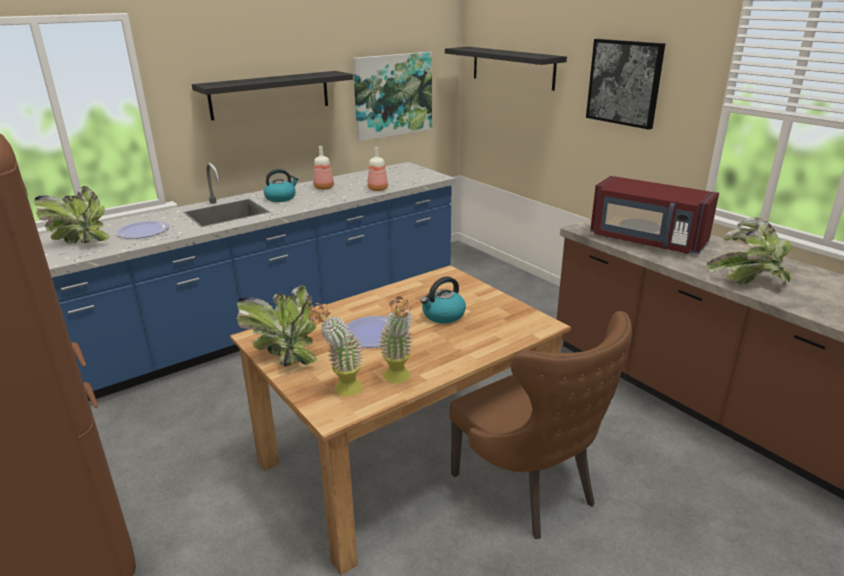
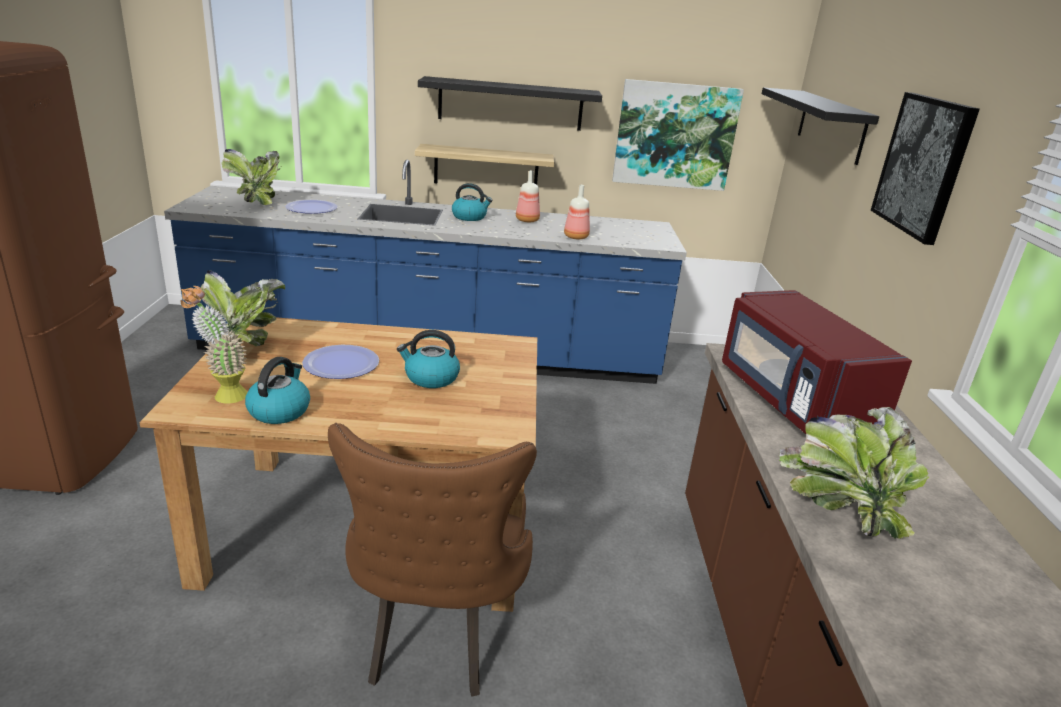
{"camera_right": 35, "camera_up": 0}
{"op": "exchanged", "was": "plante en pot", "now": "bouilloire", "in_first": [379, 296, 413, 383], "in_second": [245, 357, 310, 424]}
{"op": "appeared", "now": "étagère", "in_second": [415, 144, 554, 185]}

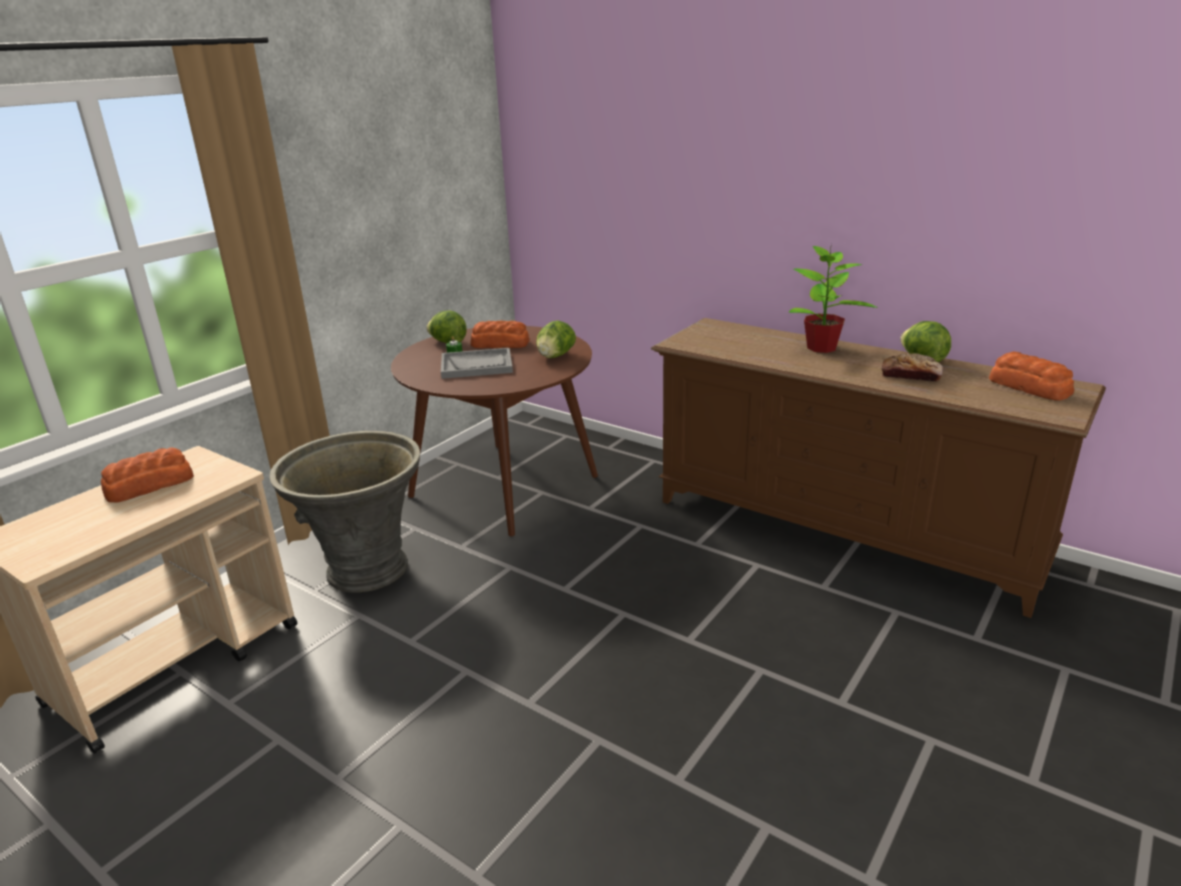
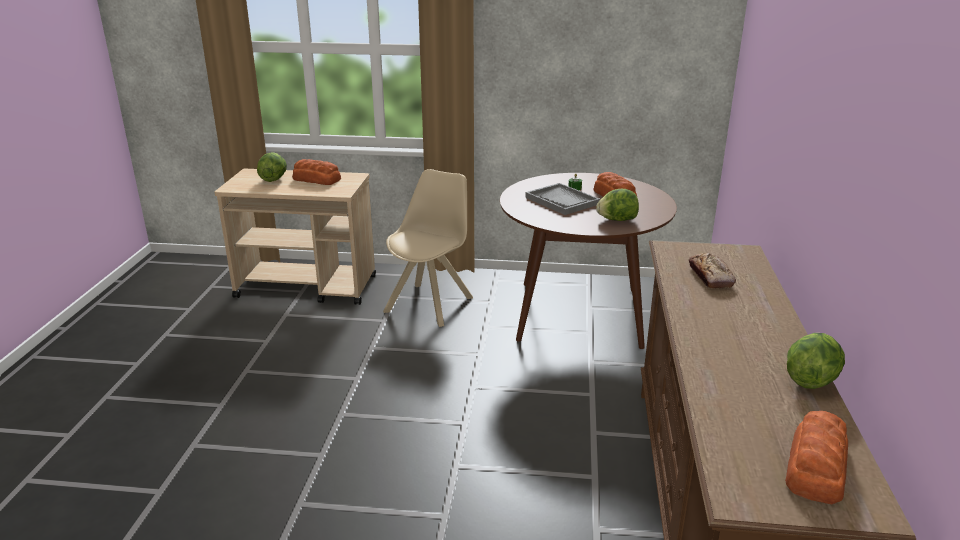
{"camera_right": 60, "camera_up": 0}
{"op": "exchanged", "was": "cache-pot/gris", "now": "chaise/beige", "in_first": [269, 431, 420, 593], "in_second": [383, 169, 473, 327]}
{"op": "relocated", "was": "laitue", "in_first": [426, 310, 467, 343], "in_second": [257, 152, 287, 182]}
{"op": "missing", "was": "plante en pot", "in_first": [789, 244, 878, 353]}
{"op": "relocated", "was": "pain", "in_first": [882, 353, 943, 382], "in_second": [689, 253, 736, 289]}

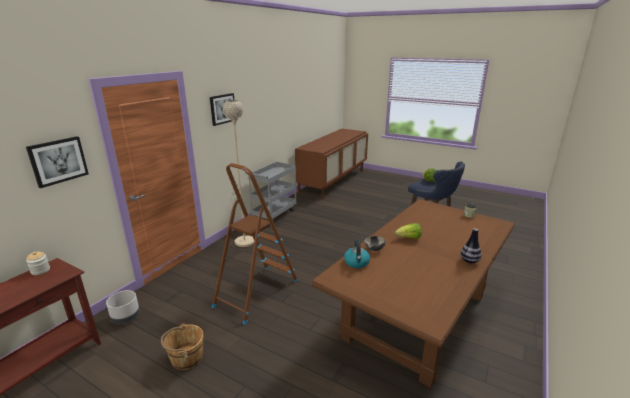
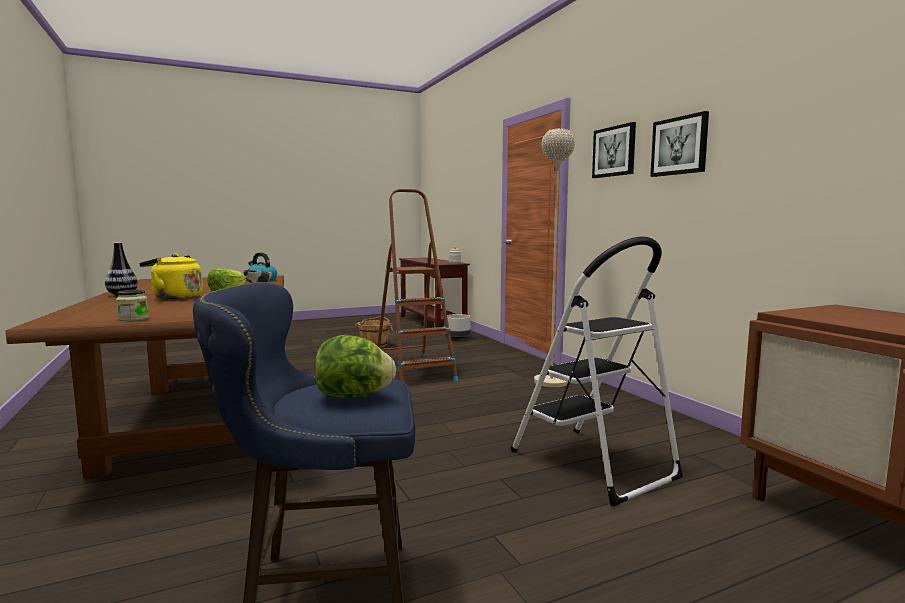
{"camera_right": 125, "camera_up": -15}
{"op": "relocated", "was": "tableau", "in_first": [26, 136, 89, 188], "in_second": [650, 111, 709, 177]}
{"op": "missing", "was": "chariot/gris", "in_first": [245, 162, 296, 219]}
{"op": "appeared", "now": "bouilloire/jaune", "in_second": [139, 253, 203, 300]}
{"op": "appeared", "now": "escabeau", "in_second": [511, 236, 683, 507]}

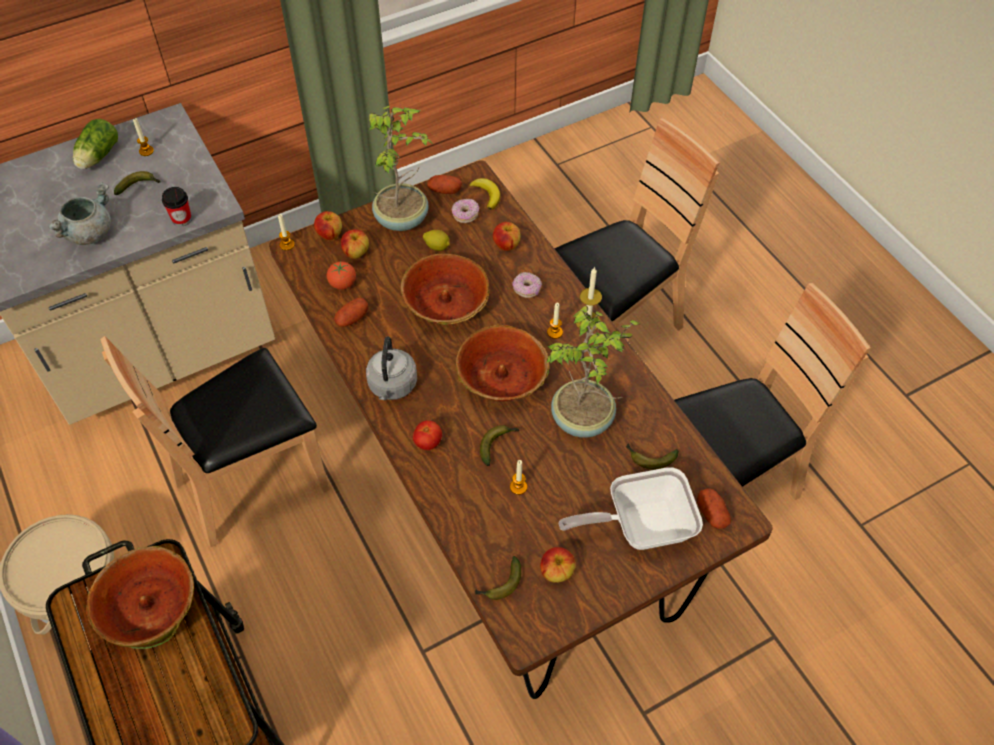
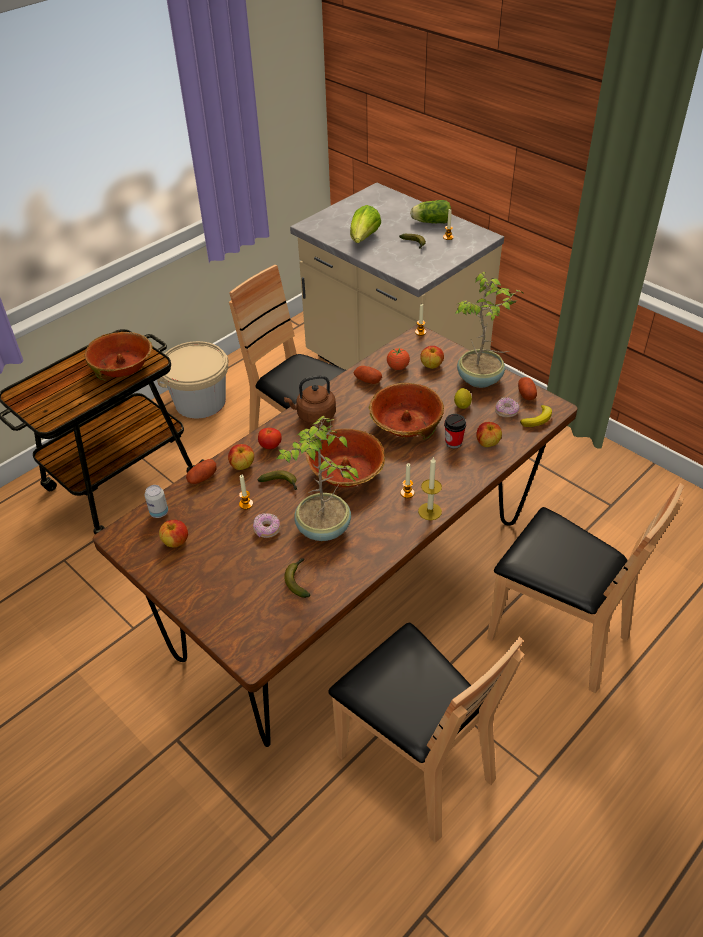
{"camera_right": 75, "camera_up": -10}
{"op": "exchanged", "was": "marmite/gris", "now": "laitue", "in_first": [48, 182, 111, 245], "in_second": [350, 205, 381, 243]}
{"op": "relocated", "was": "tasse", "in_first": [162, 187, 192, 227], "in_second": [444, 414, 466, 449]}
{"op": "relocated", "was": "pomme", "in_first": [314, 211, 342, 240], "in_second": [228, 444, 254, 470]}
{"op": "colour", "was": "bouilloire/gris", "now": "bouilloire/marron", "in_first": [366, 337, 417, 400], "in_second": [284, 375, 336, 424]}
{"op": "exchanged", "was": "banane", "now": "boîte métallique", "in_first": [475, 556, 521, 600], "in_second": [145, 485, 168, 518]}
{"op": "relocated", "was": "beignet", "in_first": [512, 272, 542, 298], "in_second": [253, 513, 280, 538]}
{"op": "missing", "was": "poêle", "in_first": [559, 467, 703, 550]}
{"op": "relocated", "was": "pomme de terre", "in_first": [697, 488, 731, 529], "in_second": [186, 459, 217, 484]}

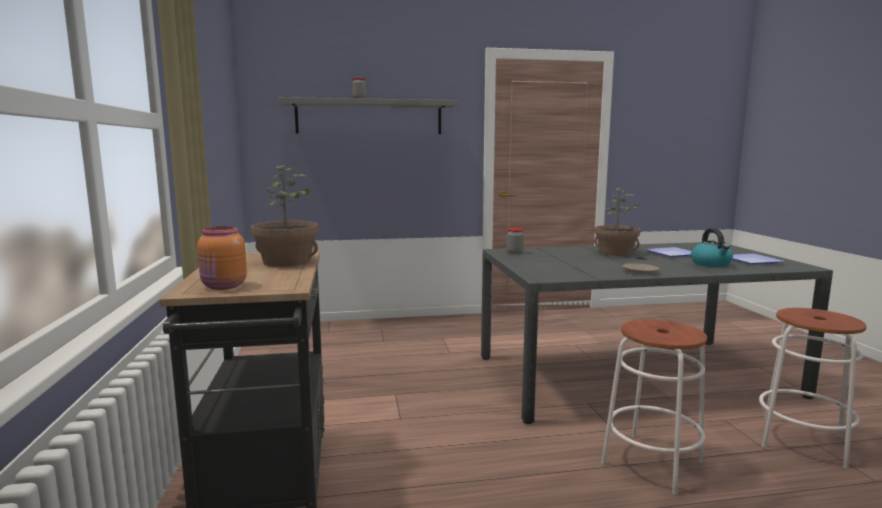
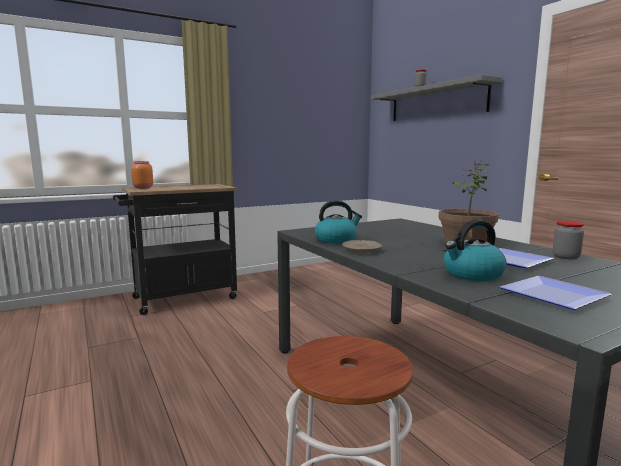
{"camera_right": 70, "camera_up": 0}
{"op": "missing", "was": "plante en pot", "in_first": [251, 164, 319, 267]}
{"op": "relocated", "was": "bocal", "in_first": [507, 228, 524, 254], "in_second": [553, 221, 584, 259]}
{"op": "missing", "was": "tabouret/blanc", "in_first": [601, 319, 707, 495]}
{"op": "appeared", "now": "bouilloire", "in_second": [315, 200, 362, 244]}

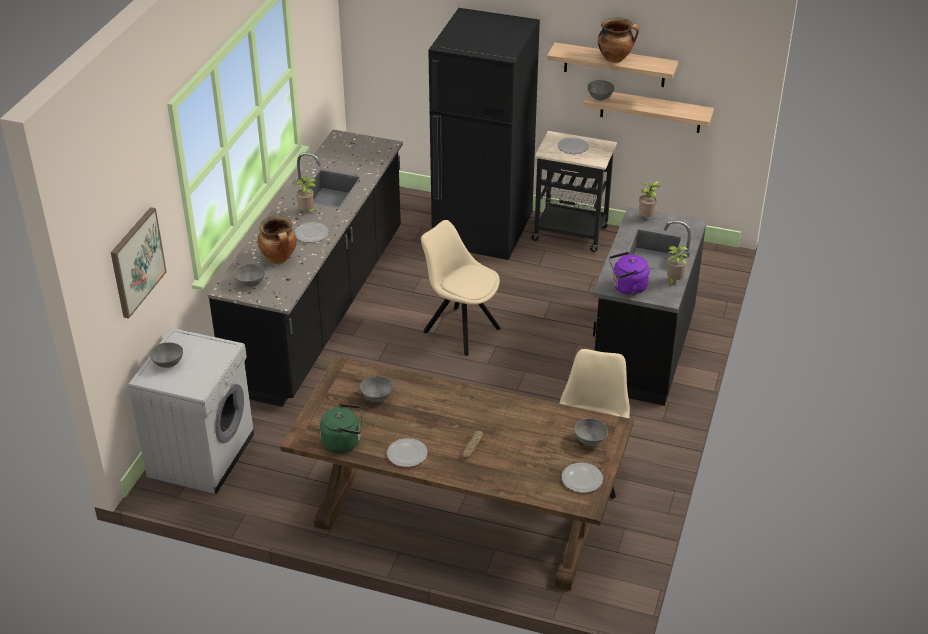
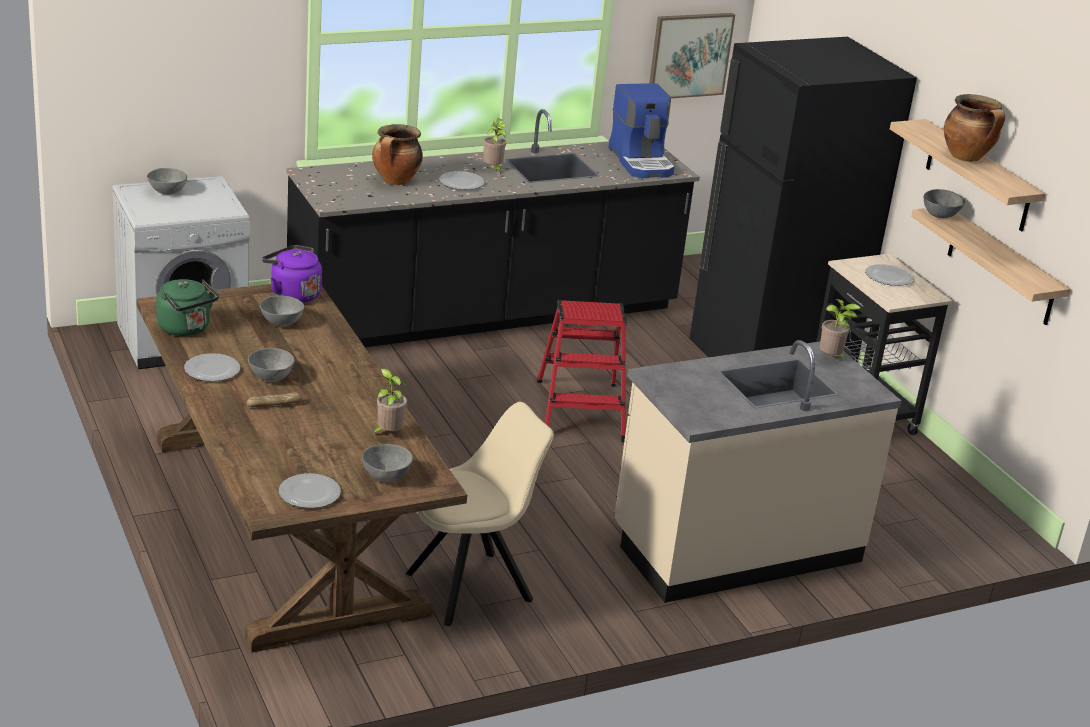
{"camera_right": 45, "camera_up": -10}
{"op": "relocated", "was": "tableau", "in_first": [111, 207, 167, 319], "in_second": [649, 13, 735, 99]}
{"op": "relocated", "was": "bol/gris", "in_first": [234, 264, 265, 287], "in_second": [248, 348, 295, 382]}
{"op": "exchanged", "was": "chaise/beige", "now": "escabeau/rouge", "in_first": [421, 220, 501, 356], "in_second": [537, 300, 627, 443]}
{"op": "colour", "was": "comptoir de cuisine/noir", "now": "comptoir de cuisine/beige", "in_first": [593, 207, 707, 406], "in_second": [614, 340, 901, 603]}
{"op": "relocated", "was": "bouilloire/violet", "in_first": [609, 252, 650, 295], "in_second": [262, 245, 322, 303]}
{"op": "relocated", "was": "plante en pot", "in_first": [667, 246, 688, 287], "in_second": [371, 369, 407, 434]}
{"op": "appeared", "now": "machine à café", "in_second": [608, 83, 675, 178]}

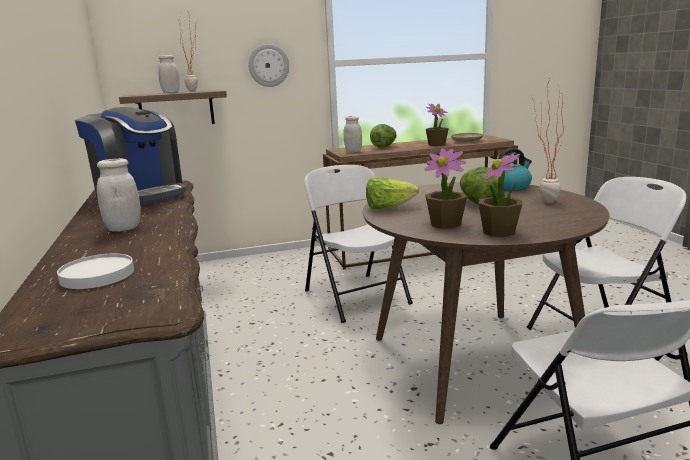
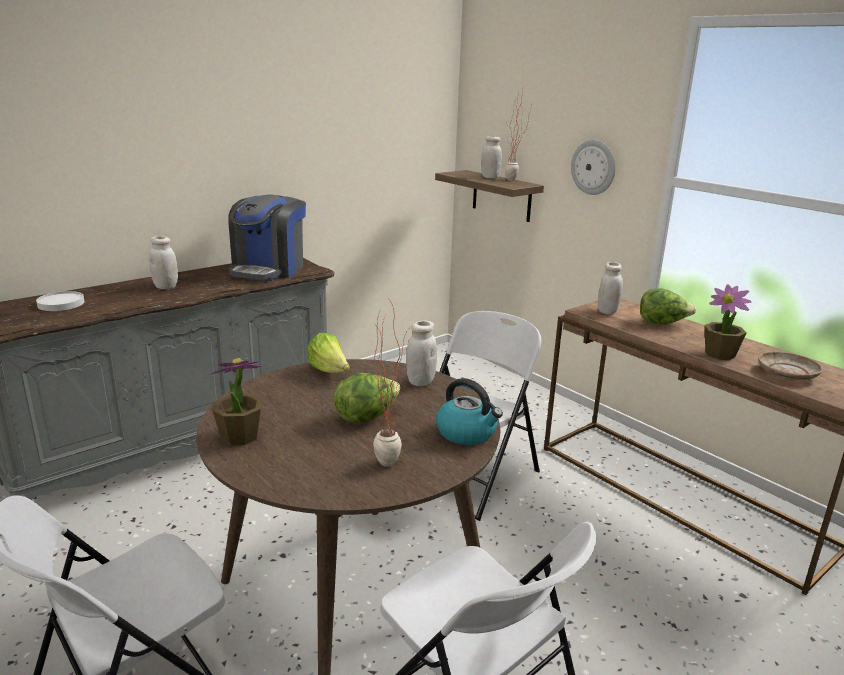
{"camera_right": 65, "camera_up": 5}
{"op": "missing", "was": "plante en pot", "in_first": [424, 148, 467, 229]}
{"op": "appeared", "now": "bocal/blanc", "in_second": [406, 321, 437, 386]}

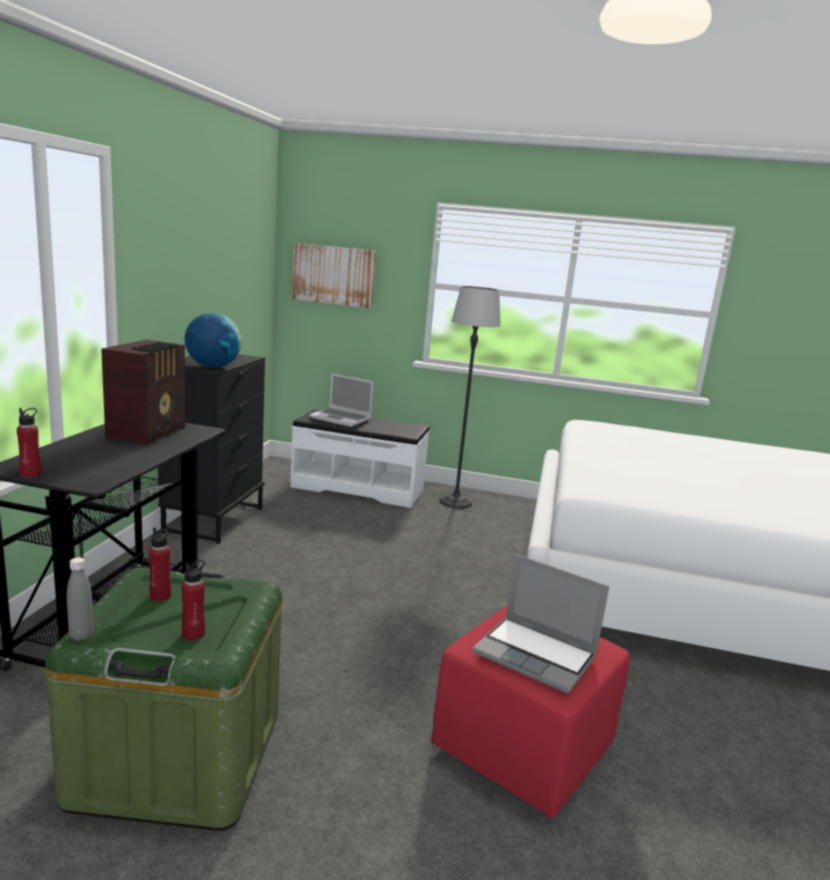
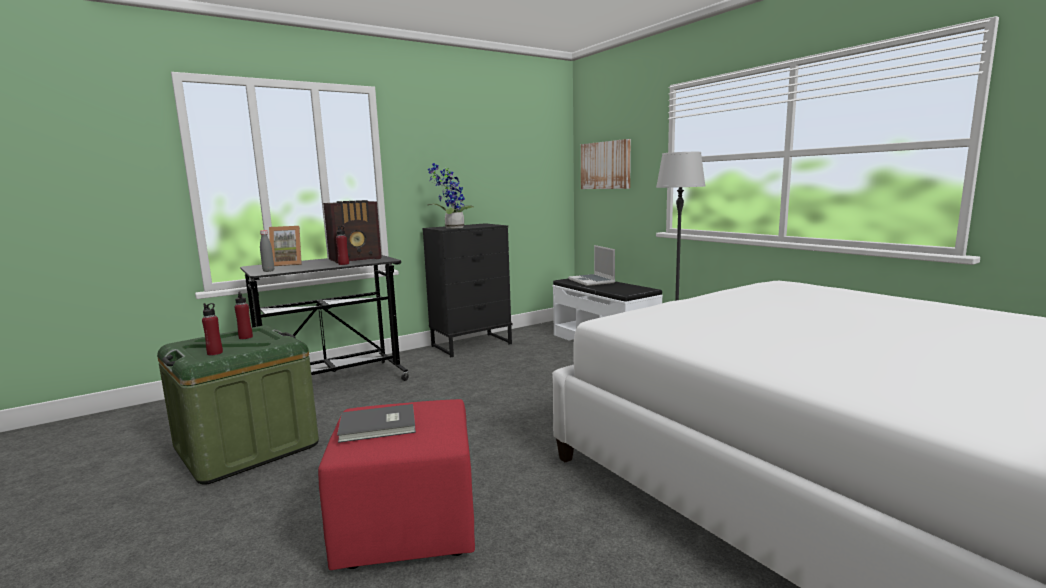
{"camera_right": 45, "camera_up": -5}
{"op": "relocated", "was": "bouteille/rouge", "in_first": [17, 408, 41, 478], "in_second": [336, 226, 349, 265]}
{"op": "relocated", "was": "bouteille/gris", "in_first": [67, 557, 94, 641], "in_second": [260, 230, 274, 272]}
{"op": "exchanged", "was": "globe", "now": "plante en pot", "in_first": [185, 313, 242, 368], "in_second": [428, 163, 474, 229]}
{"op": "exchanged", "was": "ordinateur portable", "now": "livre/gris", "in_first": [473, 554, 609, 693], "in_second": [337, 404, 416, 443]}
{"op": "appeared", "now": "cadre photo", "in_second": [269, 226, 302, 266]}

